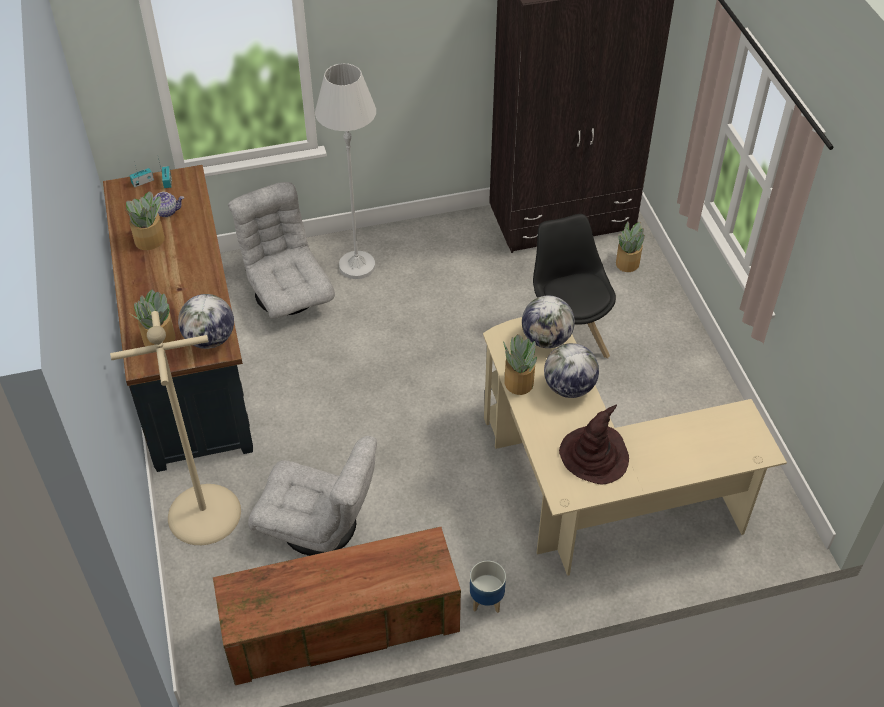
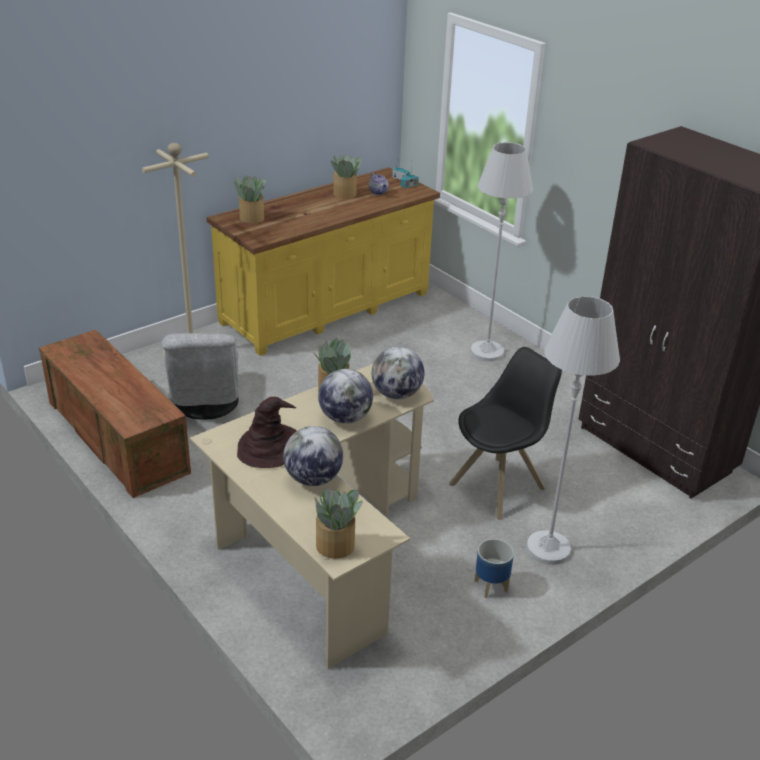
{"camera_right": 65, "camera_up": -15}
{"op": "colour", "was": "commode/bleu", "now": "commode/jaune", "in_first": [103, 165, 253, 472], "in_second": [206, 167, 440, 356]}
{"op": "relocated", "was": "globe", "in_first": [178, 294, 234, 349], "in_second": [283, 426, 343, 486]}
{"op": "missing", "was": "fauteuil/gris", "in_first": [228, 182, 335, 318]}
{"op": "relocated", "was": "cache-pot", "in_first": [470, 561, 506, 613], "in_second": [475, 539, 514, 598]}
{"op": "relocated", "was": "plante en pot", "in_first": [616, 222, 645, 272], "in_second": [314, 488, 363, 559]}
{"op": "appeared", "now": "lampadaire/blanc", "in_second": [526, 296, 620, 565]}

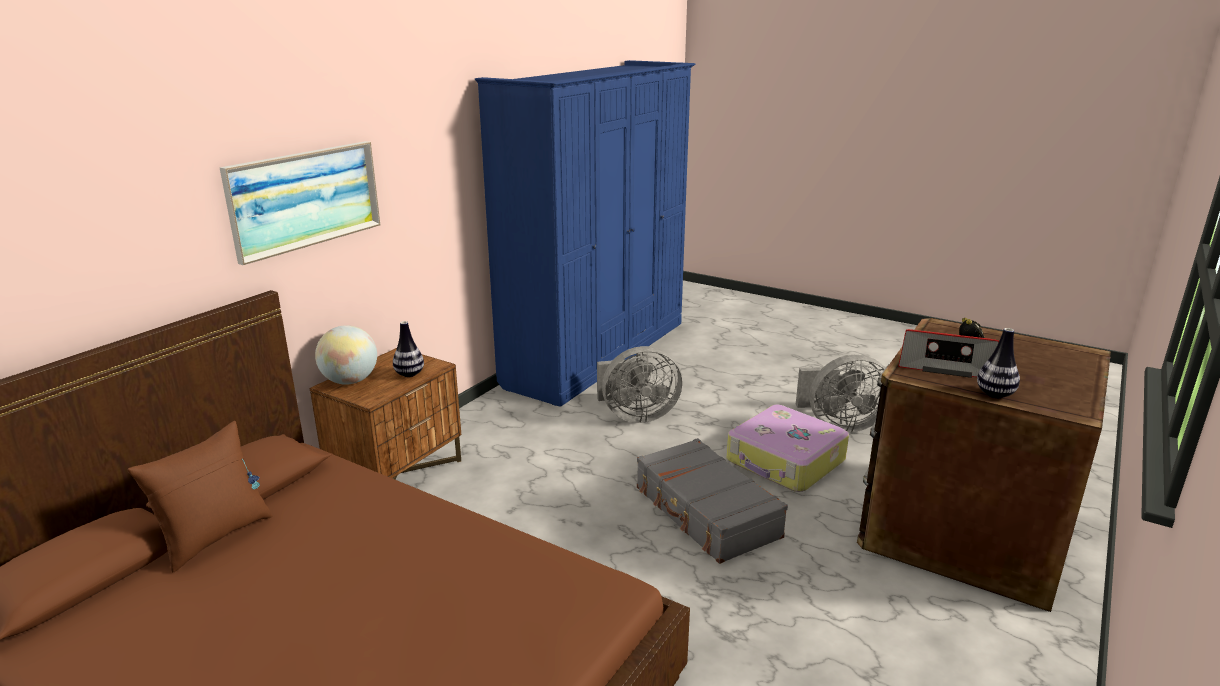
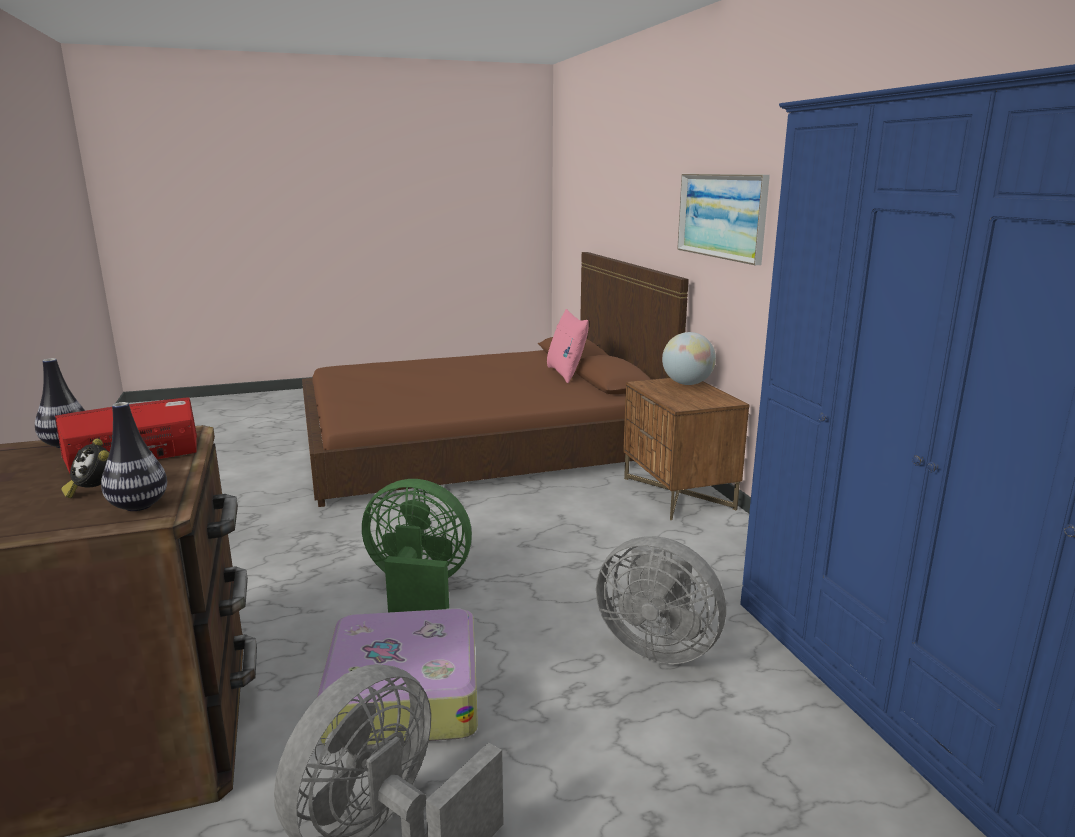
{"camera_right": 130, "camera_up": -5}
{"op": "colour", "was": "coussin/marron", "now": "coussin/rose", "in_first": [127, 421, 273, 572], "in_second": [547, 309, 589, 383]}
{"op": "relocated", "was": "vase", "in_first": [393, 321, 424, 377], "in_second": [101, 402, 167, 511]}
{"op": "spun", "was": "ventilateur/gris", "in_first": [597, 346, 682, 423], "in_second": [596, 536, 726, 664], "clockwise": -90}
{"op": "exchanged", "was": "valise/gris", "now": "ventilateur/vert", "in_first": [637, 438, 788, 564], "in_second": [362, 479, 472, 612]}

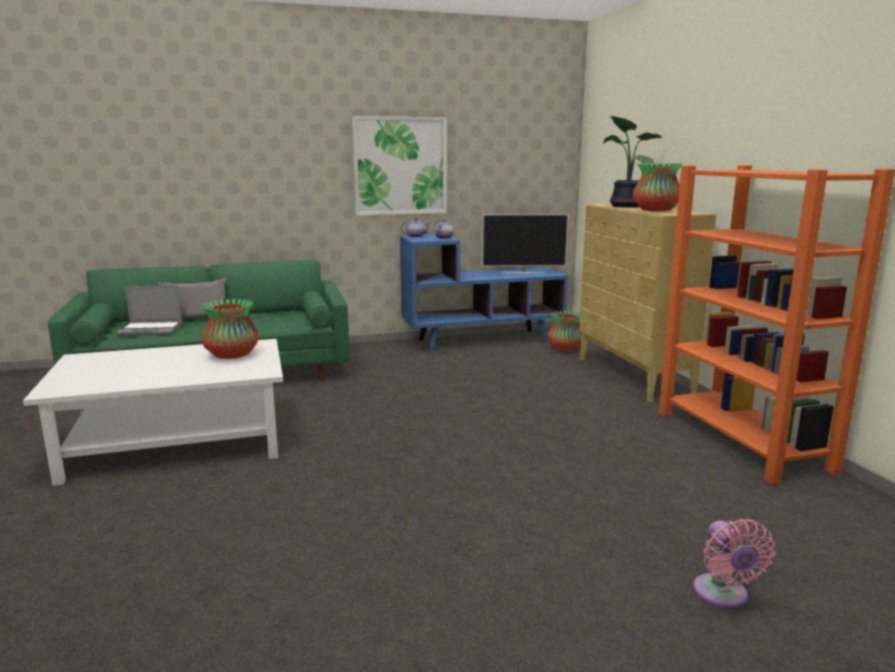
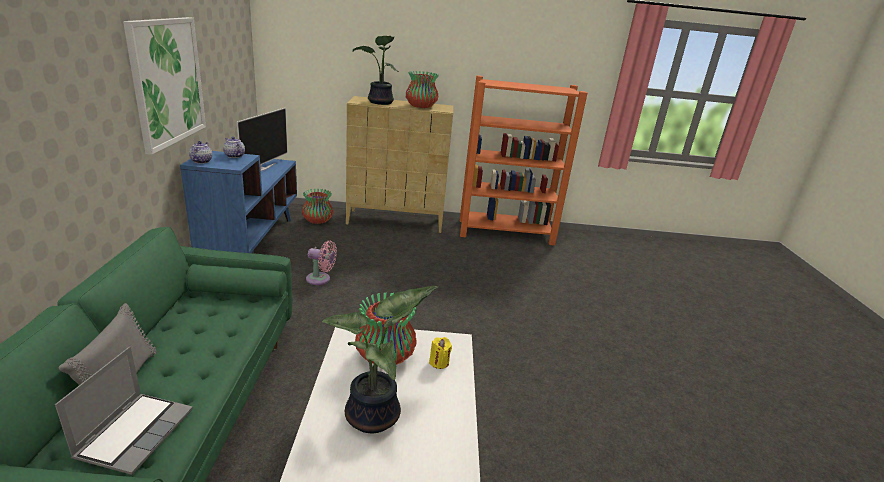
{"camera_right": -75, "camera_up": 10}
{"op": "relocated", "was": "ventilateur/rose", "in_first": [693, 519, 775, 609], "in_second": [306, 241, 337, 285]}
{"op": "appeared", "now": "plante en pot", "in_second": [322, 286, 438, 433]}
{"op": "appeared", "now": "bougie/jaune", "in_second": [429, 337, 452, 369]}

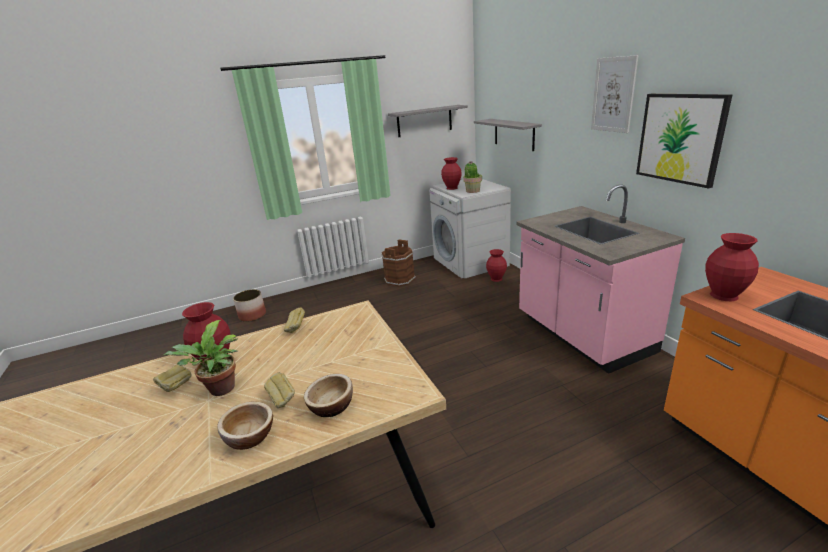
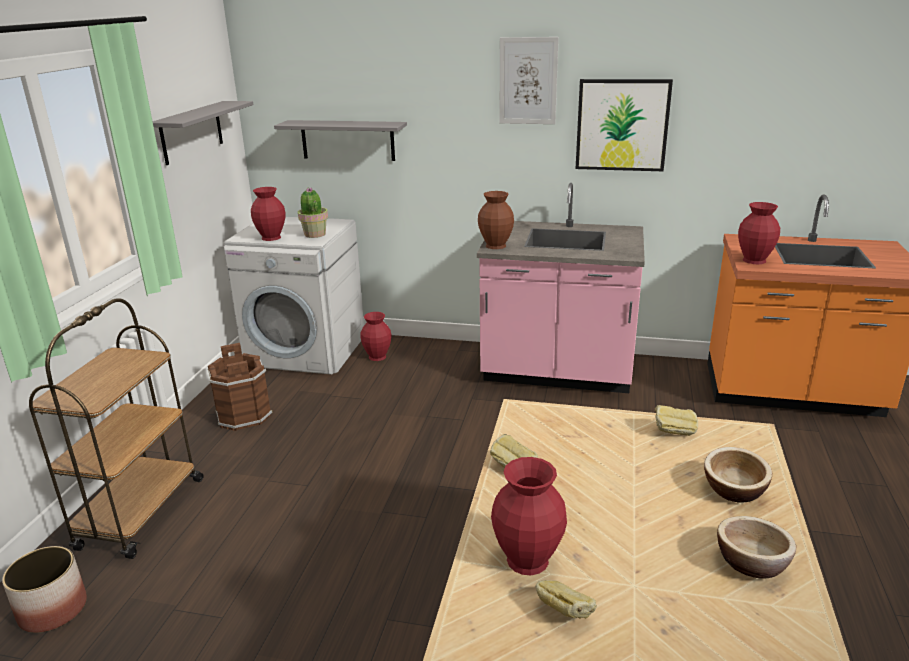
{"camera_right": -55, "camera_up": 0}
{"op": "missing", "was": "plante en pot", "in_first": [162, 320, 238, 396]}
{"op": "relocated", "was": "pain", "in_first": [264, 372, 295, 408], "in_second": [655, 405, 698, 436]}
{"op": "appeared", "now": "chariot/marron", "in_second": [29, 298, 204, 559]}
{"op": "appeared", "now": "vase/marron", "in_second": [478, 191, 514, 249]}

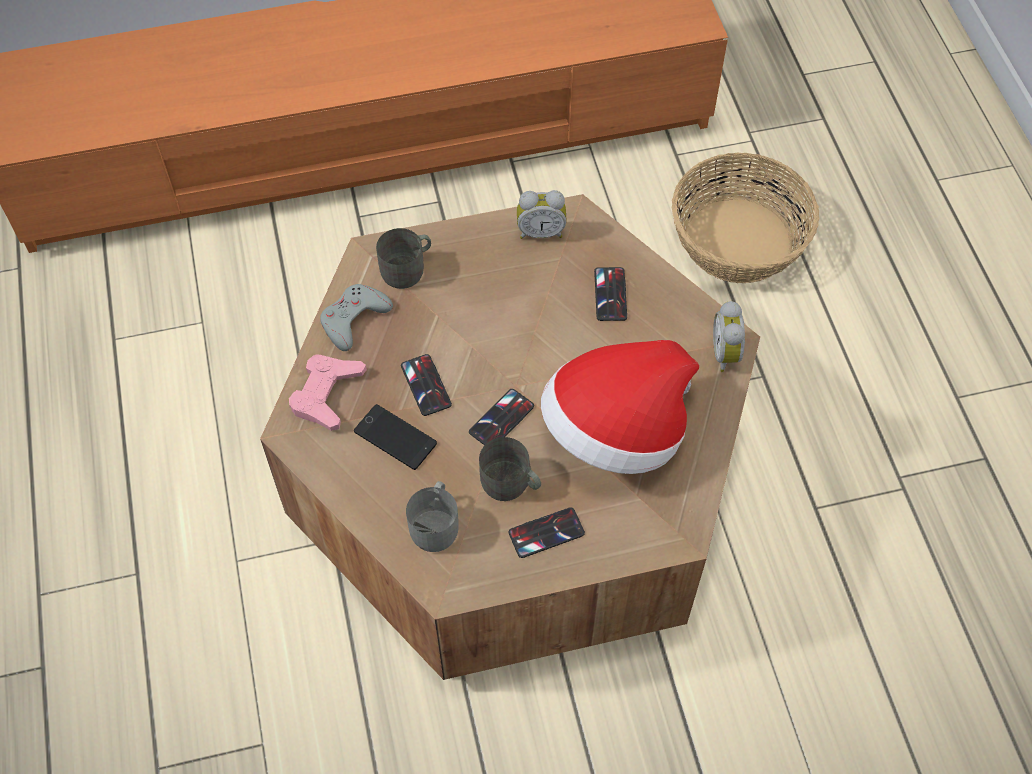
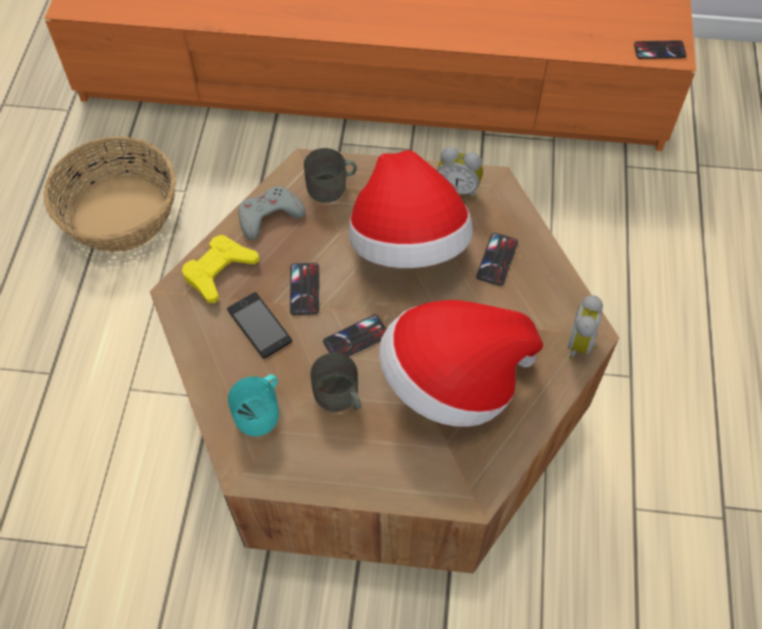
{"camera_right": 20, "camera_up": 0}
{"op": "colour", "was": "manette/rose", "now": "manette/jaune", "in_first": [289, 354, 367, 431], "in_second": [182, 235, 260, 303]}
{"op": "colour", "was": "mug/gris", "now": "mug/turquoise", "in_first": [406, 481, 459, 552], "in_second": [228, 374, 279, 436]}
{"op": "relocated", "was": "téléphone", "in_first": [509, 507, 585, 558], "in_second": [634, 40, 687, 59]}
{"op": "relocated", "was": "panier", "in_first": [672, 153, 819, 283], "in_second": [43, 136, 176, 252]}
{"op": "appeared", "now": "chapeau", "in_second": [349, 150, 473, 268]}

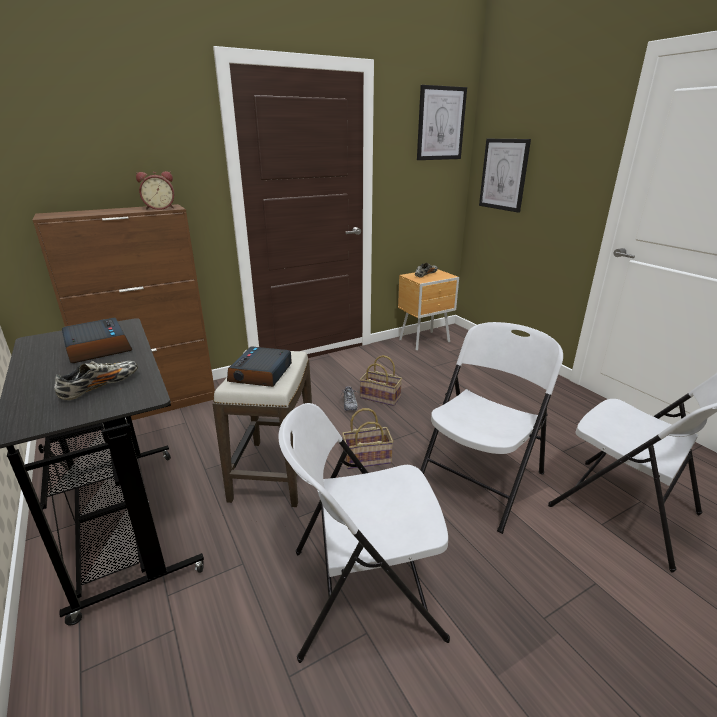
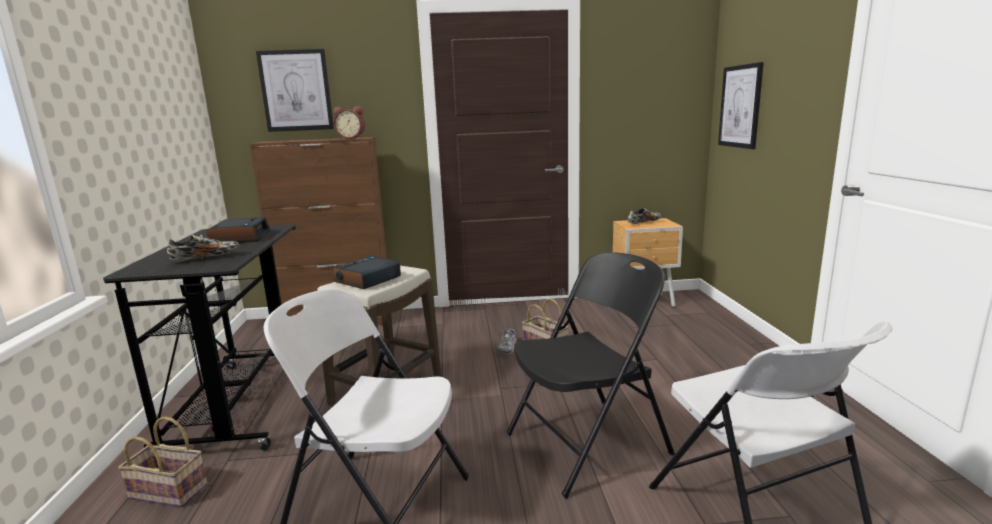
{"camera_right": 25, "camera_up": -10}
{"op": "relocated", "was": "panier", "in_first": [342, 408, 393, 469], "in_second": [118, 416, 207, 507]}
{"op": "relocated", "was": "tableau", "in_first": [417, 85, 467, 160], "in_second": [256, 49, 334, 132]}
{"op": "colour", "was": "chaise/blanc", "now": "chaise/noir", "in_first": [420, 322, 563, 534], "in_second": [506, 252, 675, 499]}

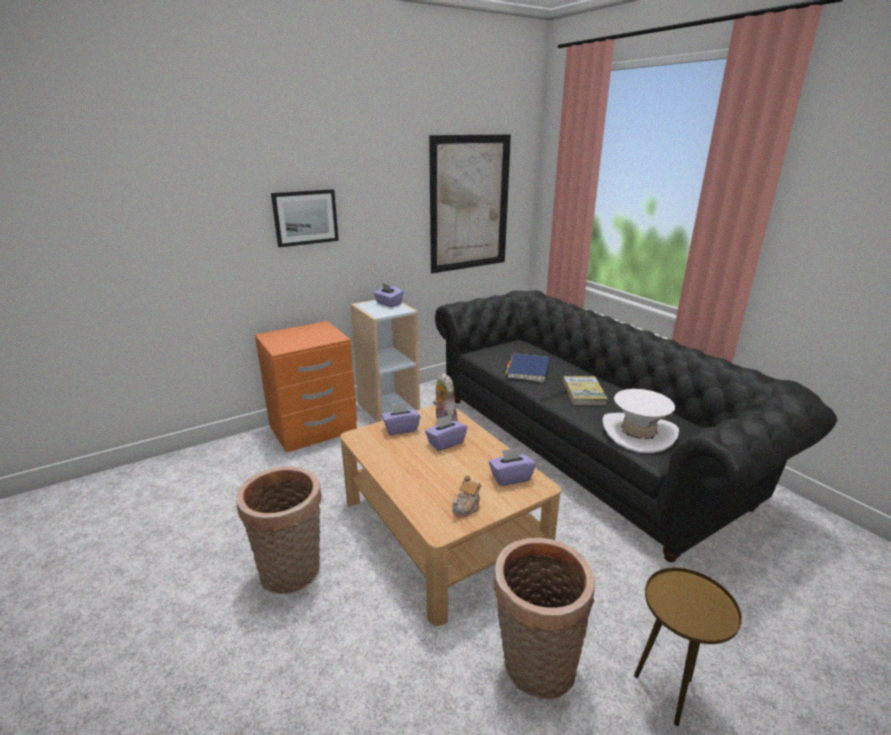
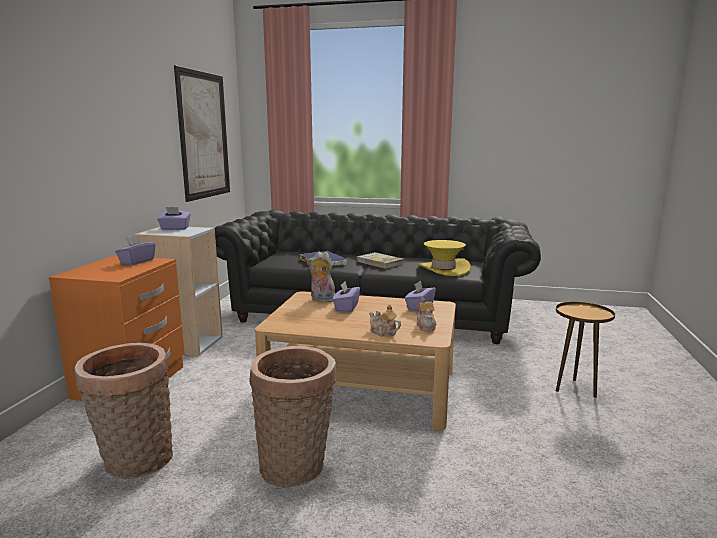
{"camera_right": -45, "camera_up": -10}
{"op": "missing", "was": "tableau", "in_first": [271, 189, 339, 247]}
{"op": "relocated", "was": "boîte à mouchoirs/violet", "in_first": [382, 403, 420, 435], "in_second": [115, 235, 156, 265]}
{"op": "relocated", "was": "panier", "in_first": [493, 538, 595, 700], "in_second": [74, 343, 173, 479]}
{"op": "colour", "was": "chapeau/blanc", "now": "chapeau/jaune", "in_first": [602, 389, 679, 453], "in_second": [417, 240, 471, 276]}
{"op": "appeared", "now": "théière", "in_second": [369, 304, 401, 337]}

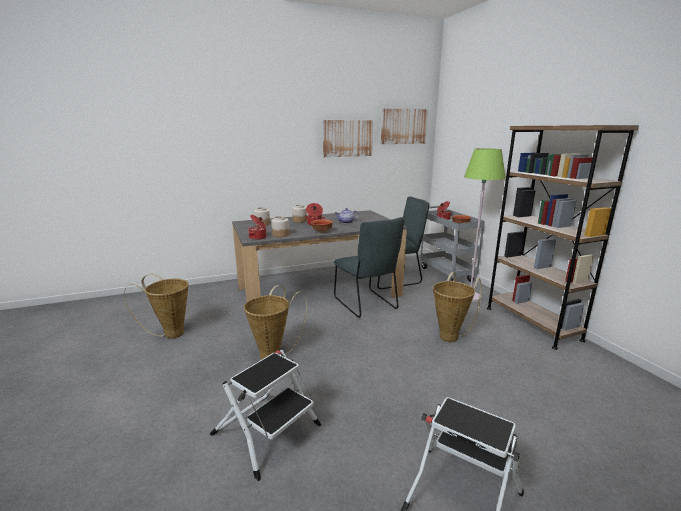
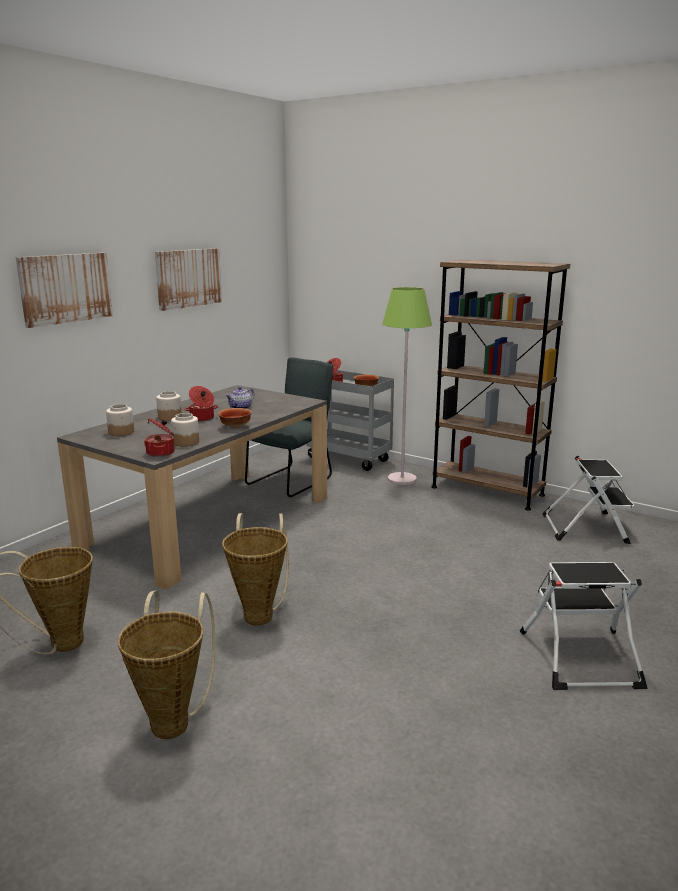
{"camera_right": -35, "camera_up": 0}
{"op": "relocated", "was": "escabeau", "in_first": [210, 348, 321, 481], "in_second": [542, 456, 635, 544]}
{"op": "missing", "was": "chaise/gris", "in_first": [334, 217, 405, 318]}
{"op": "relocated", "was": "tableau", "in_first": [381, 108, 428, 144], "in_second": [16, 253, 113, 328]}
{"op": "relocated", "was": "panier", "in_first": [433, 272, 482, 342], "in_second": [118, 591, 215, 739]}

